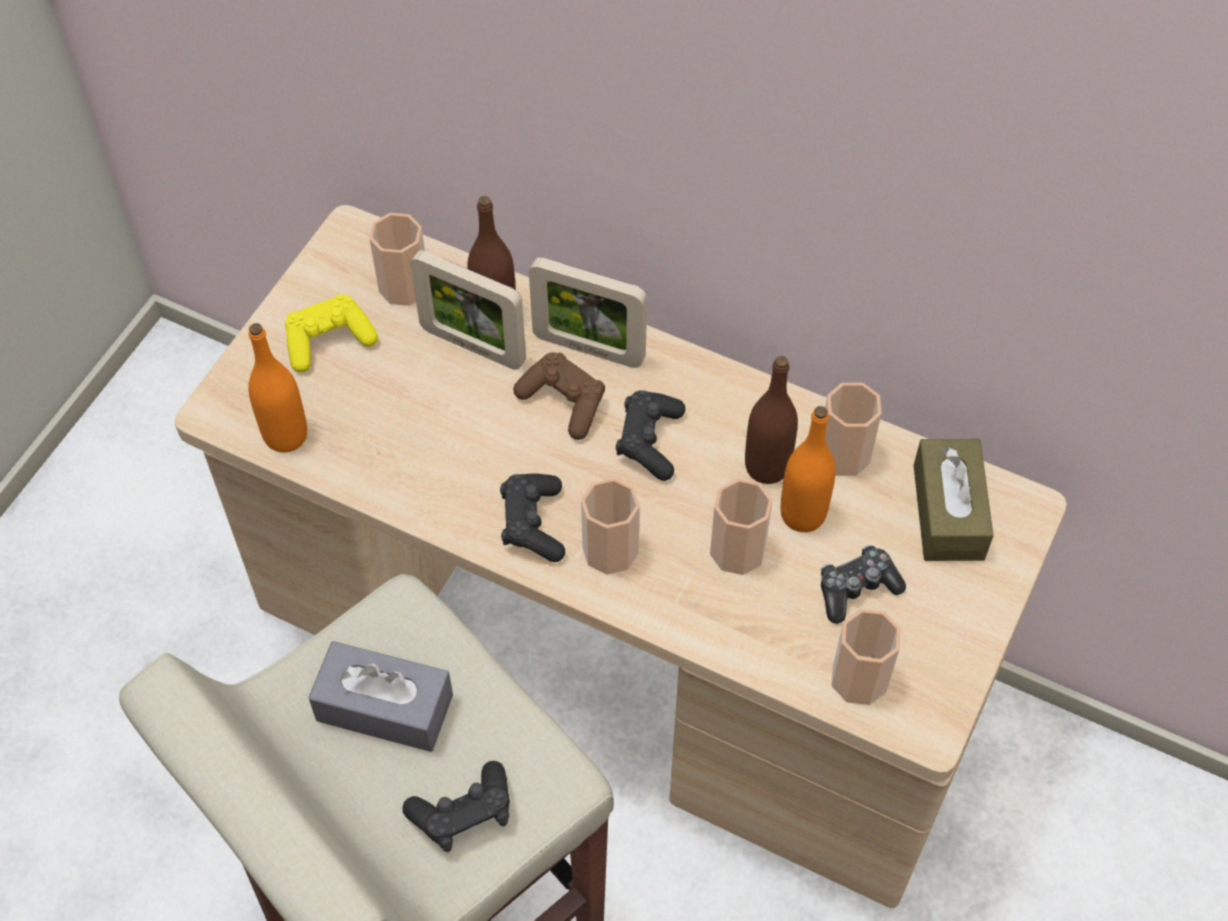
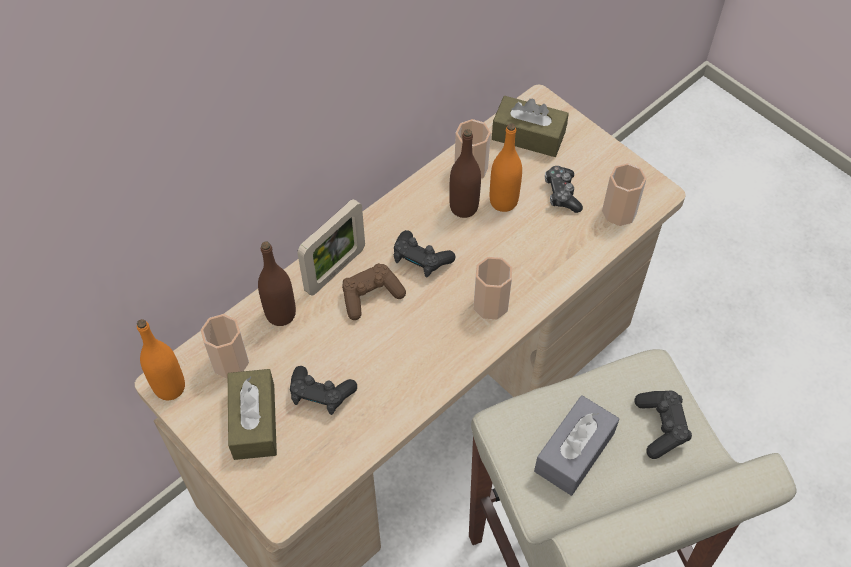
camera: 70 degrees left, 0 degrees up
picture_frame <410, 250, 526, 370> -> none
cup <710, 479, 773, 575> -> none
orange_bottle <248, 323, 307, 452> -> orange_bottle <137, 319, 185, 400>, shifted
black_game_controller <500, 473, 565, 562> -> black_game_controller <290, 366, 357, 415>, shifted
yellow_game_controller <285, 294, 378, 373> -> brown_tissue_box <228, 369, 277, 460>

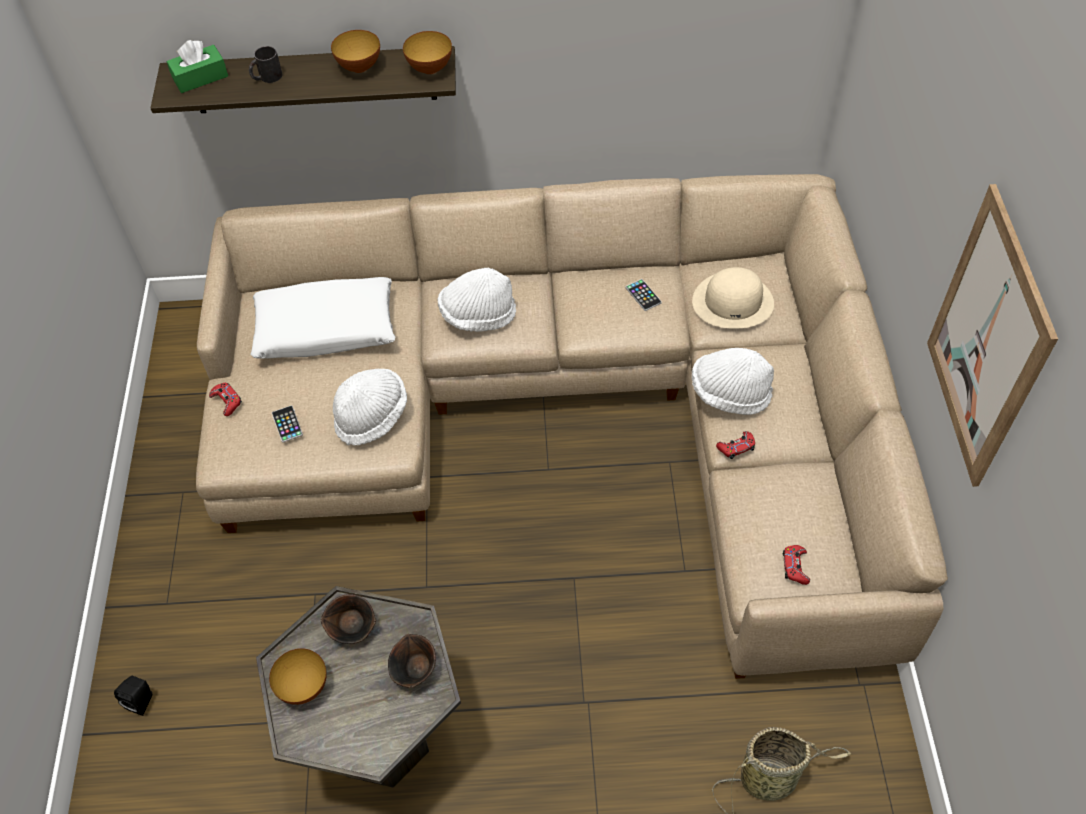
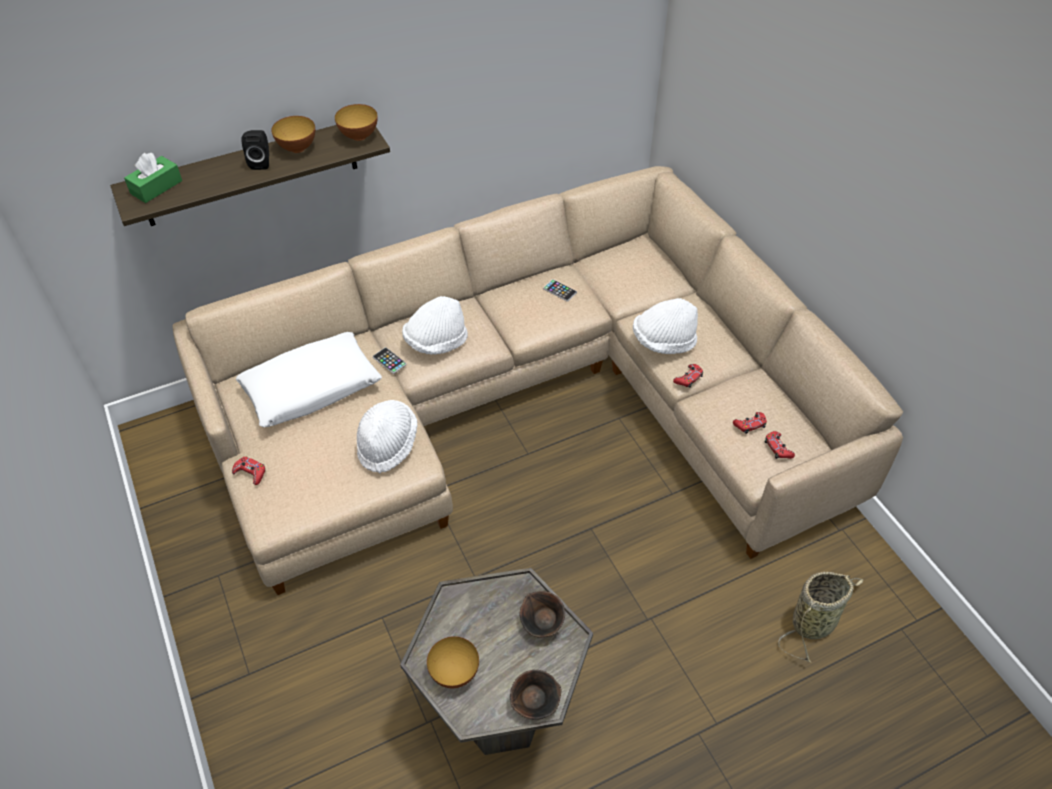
camera: 25 degrees left, 5 degrees down
black_mug <249, 46, 283, 83> -> none
beige_hat <692, 267, 774, 329> -> none
picture <927, 184, 1058, 487> -> none
none -> red_game_controller <733, 412, 767, 434>
black_speaker <114, 676, 152, 716> -> black_speaker <241, 130, 269, 170>, shifted
phone <272, 405, 303, 442> -> phone <373, 347, 407, 374>, shifted
brown_bowl <321, 594, 376, 644> -> brown_bowl <510, 670, 562, 719>, shifted

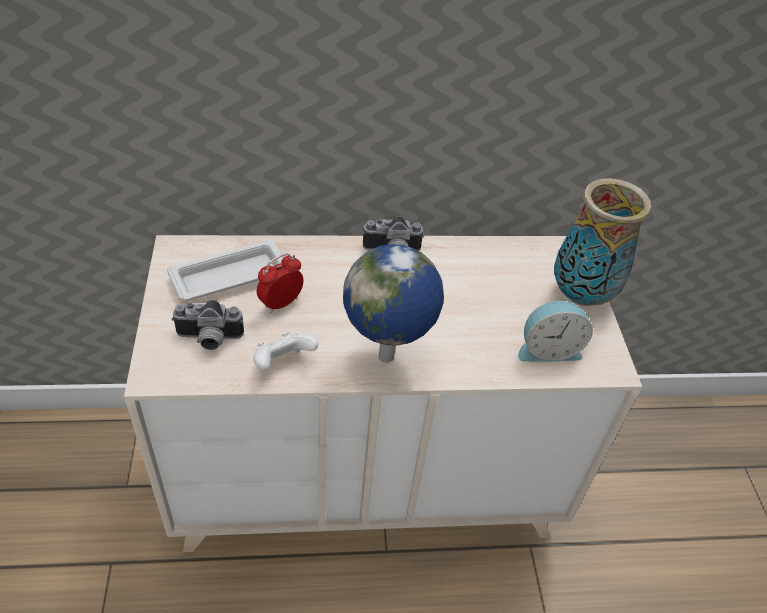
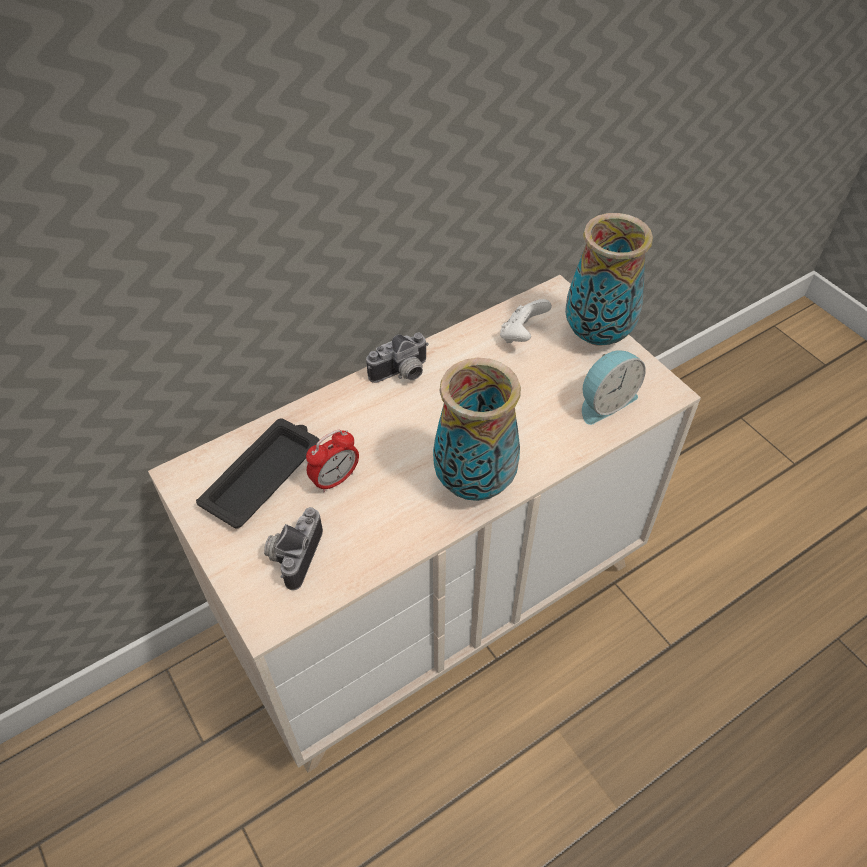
camera: 25 degrees left, 5 degrees up
white_game_controller <253, 332, 318, 370> -> white_game_controller <500, 299, 552, 343>, shifted
globe <343, 244, 444, 363> -> vase <433, 358, 521, 501>
white_tray <167, 240, 287, 301> -> black_tray <196, 418, 320, 529>
photo_camera <171, 300, 244, 350> -> photo_camera <264, 507, 323, 590>, 135 degrees clockwise
alarm_clock <257, 253, 304, 313> -> alarm_clock <306, 429, 359, 493>, 150 degrees counterclockwise

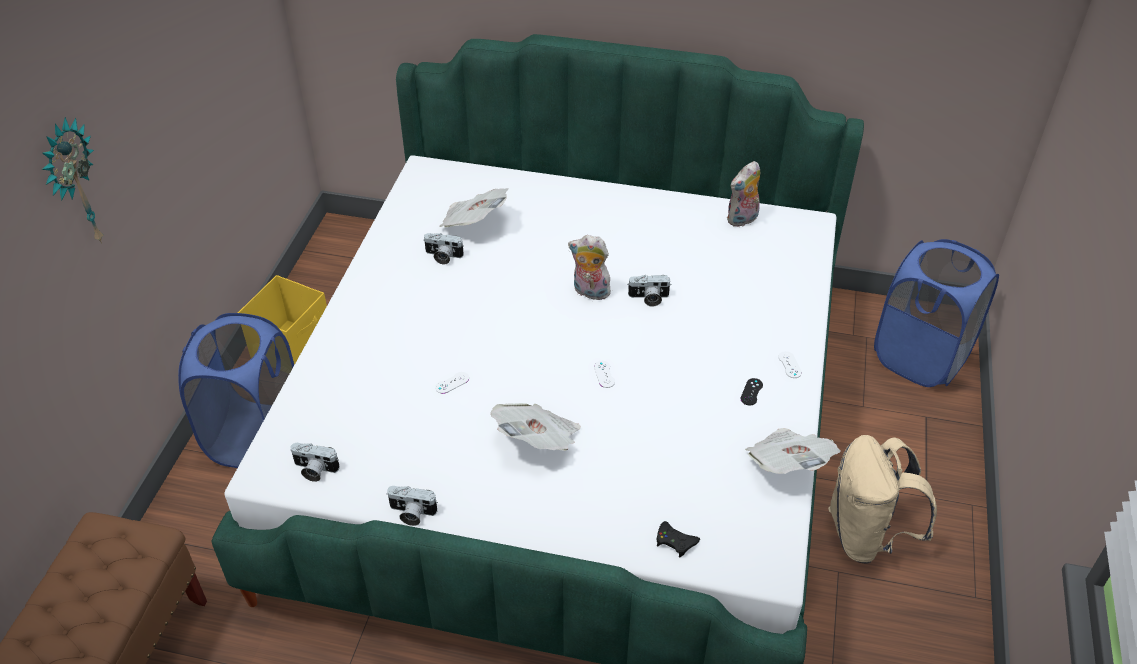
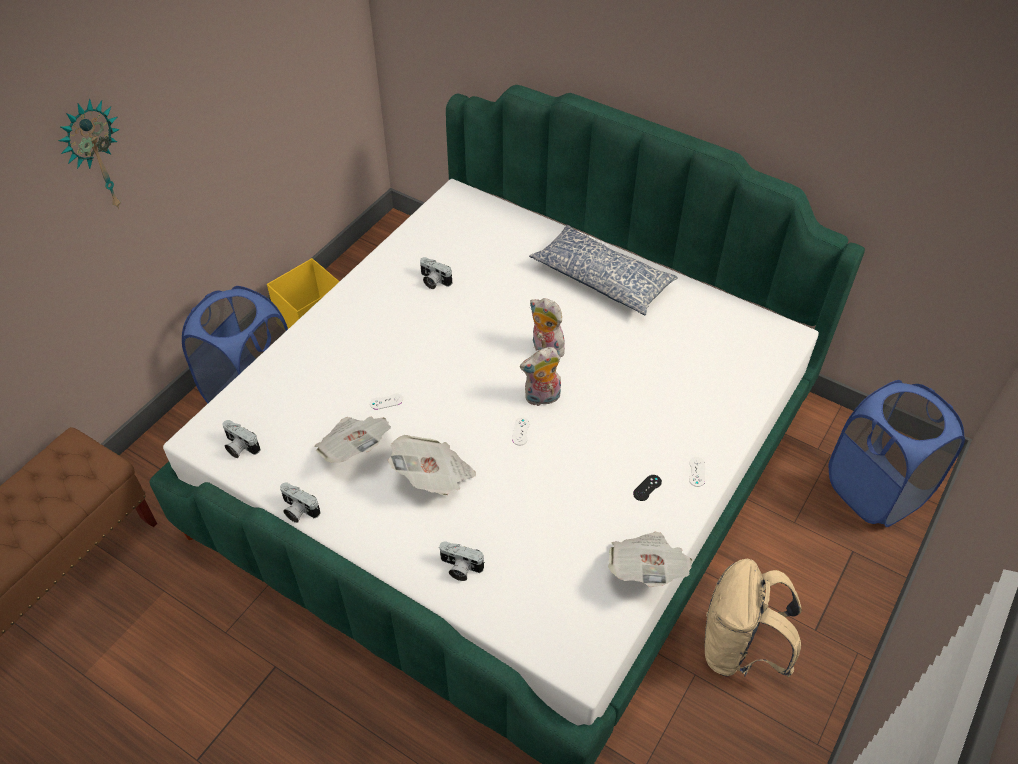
camera: 20 degrees right, 5 degrees up
black_game_controller <657, 521, 700, 558> -> none
none -> pillow <529, 225, 678, 315>
newspaper <439, 188, 508, 227> -> newspaper <314, 417, 391, 463>, shifted
photo_camera <627, 275, 672, 307> -> photo_camera <439, 541, 485, 581>, shifted
plush_toy <727, 161, 760, 227> -> plush_toy <520, 347, 561, 406>, shifted

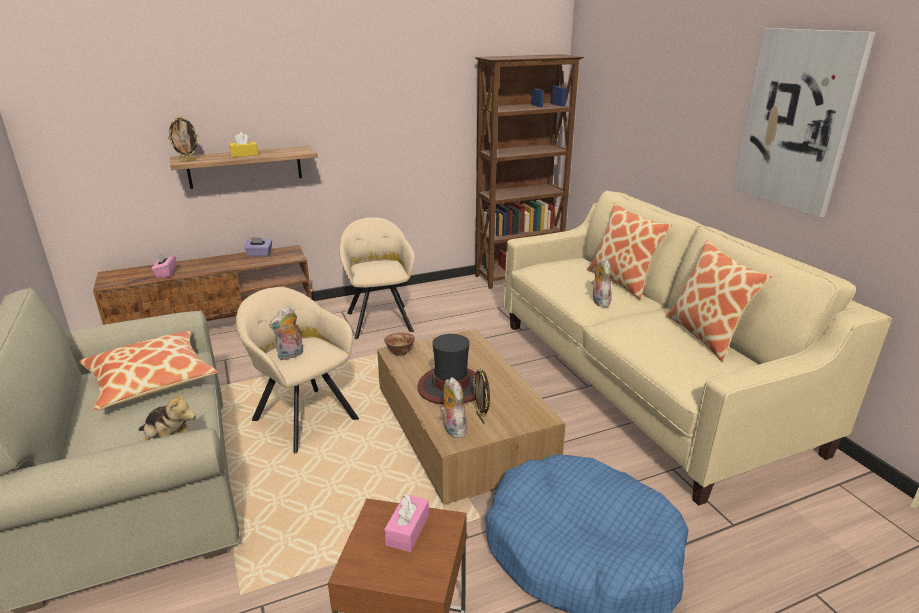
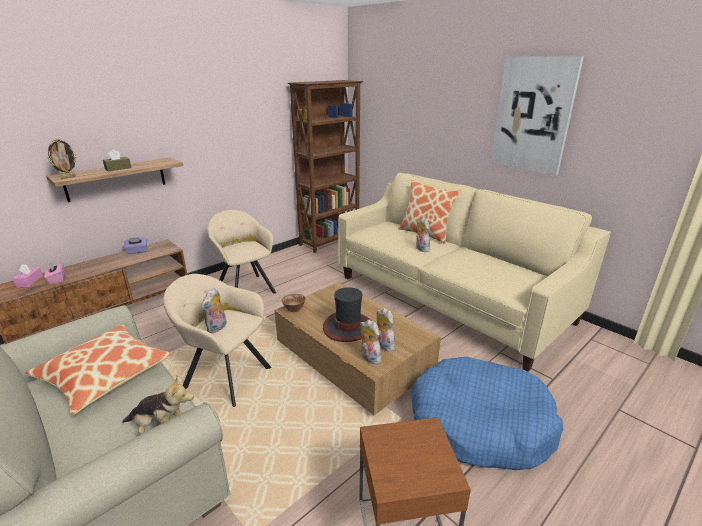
camera: 20 degrees left, 0 degrees up
pillow <666, 240, 772, 361> -> none
pink_tissue_box <384, 494, 429, 552> -> pink_tissue_box <13, 264, 43, 287>, shifted
picture_frame <473, 368, 490, 424> -> plush_toy <377, 308, 395, 352>
yellow_tissue_box <229, 132, 258, 157> -> brown_tissue_box <103, 149, 131, 171>

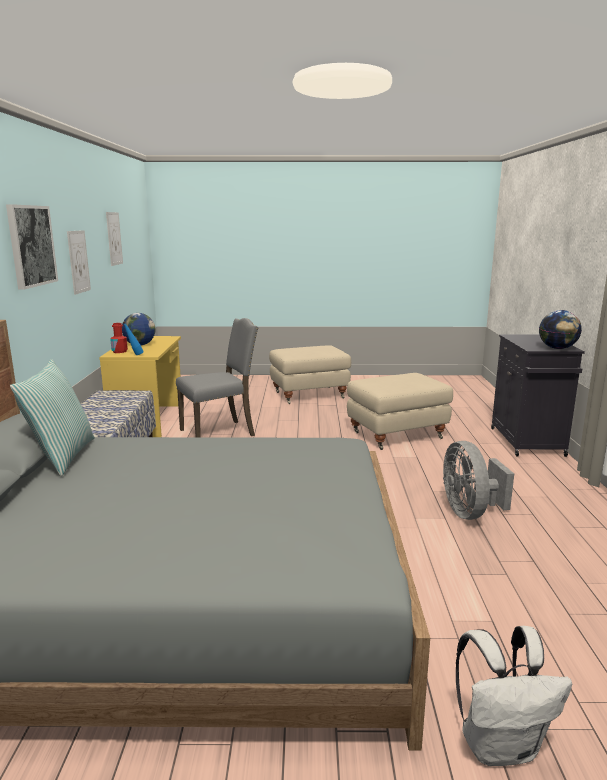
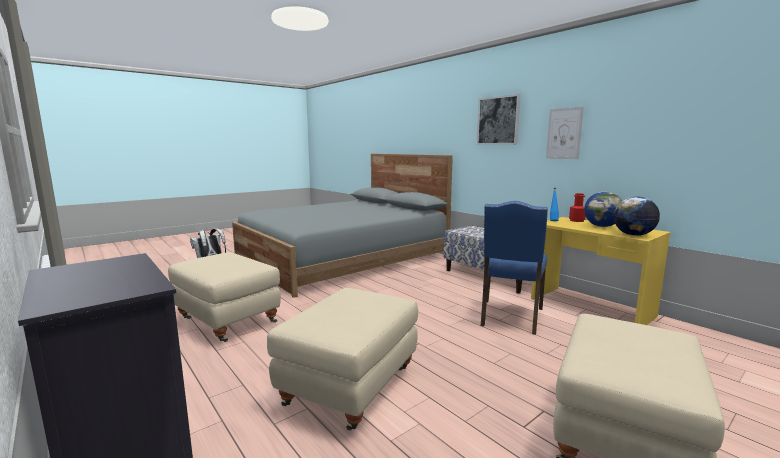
camera: 140 degrees right, 5 degrees down
pillow <10, 359, 95, 476> -> none
picture <106, 212, 123, 266> -> none
globe <539, 310, 582, 349> -> globe <614, 196, 660, 236>, shifted
grey_fan <443, 441, 514, 520> -> beige_ottoman <168, 252, 281, 342>
grey_chair <176, 318, 259, 437> -> blue_chair <481, 201, 548, 335>

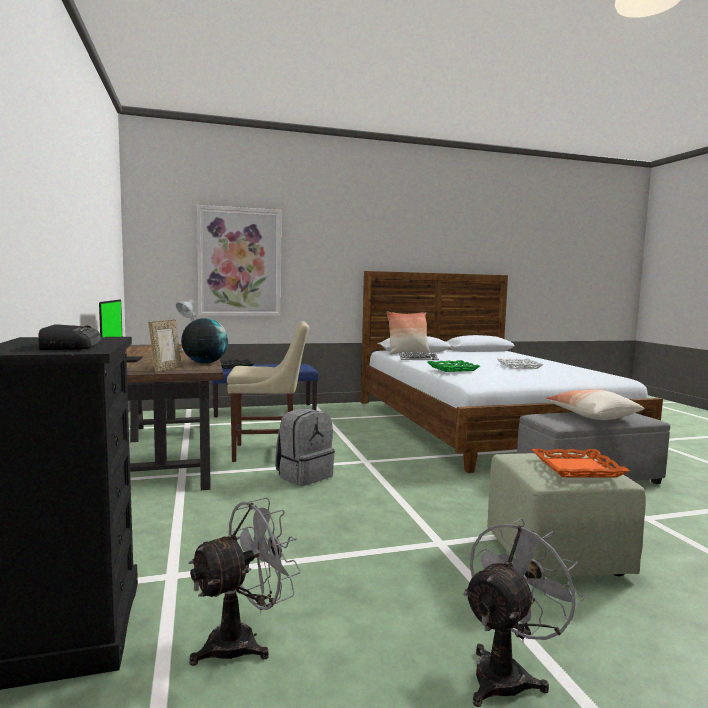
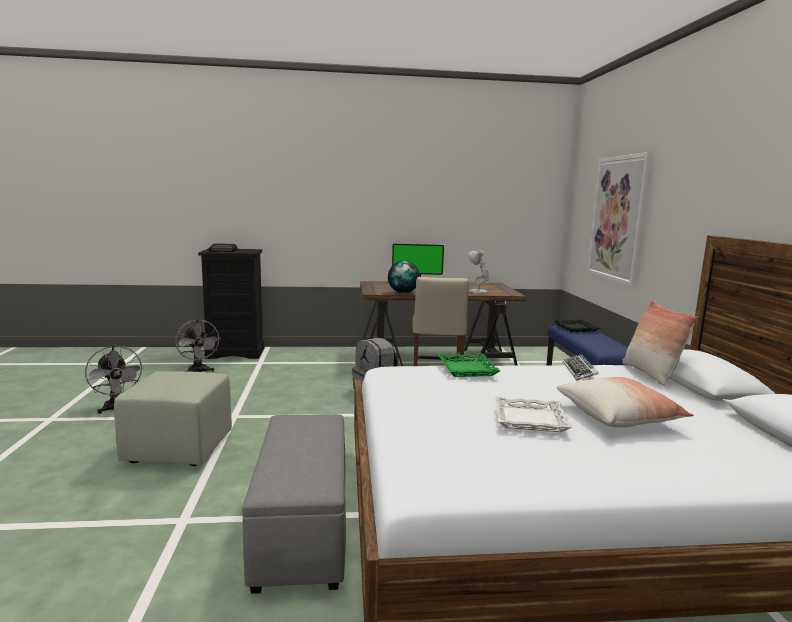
camera: 100 degrees right, 5 degrees up
picture_frame <148, 319, 182, 372> -> none
orange_tray <532, 449, 630, 478> -> none
pillow <545, 389, 644, 420> -> pillow <556, 377, 693, 428>, shifted

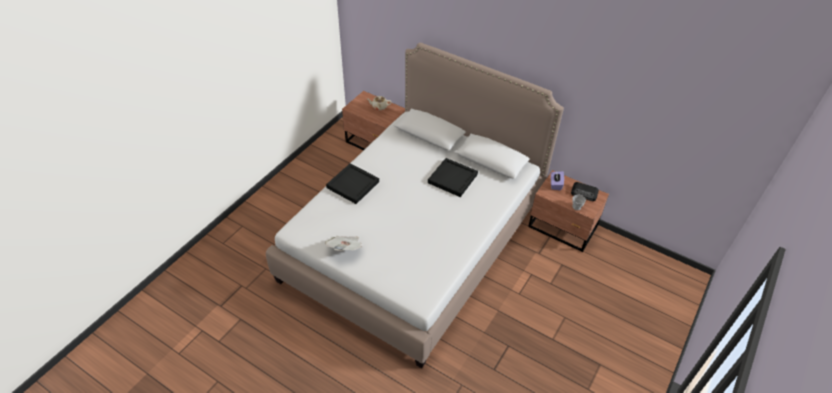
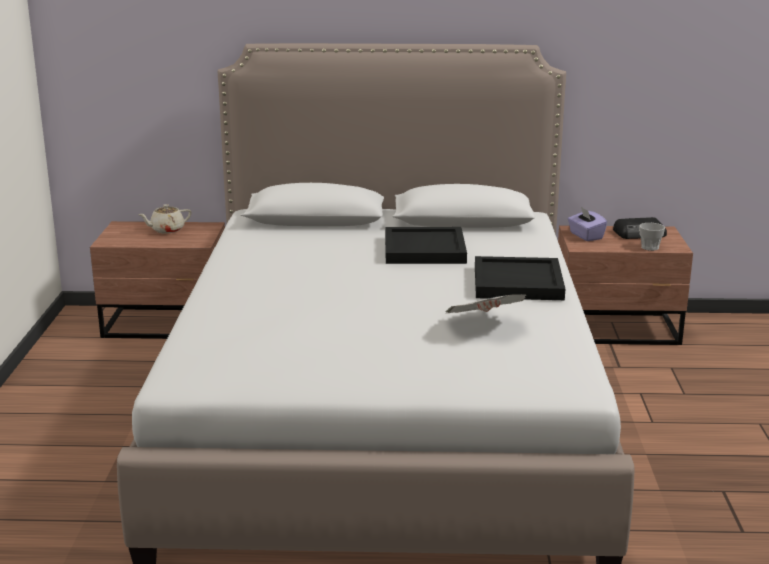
camera: 30 degrees left, 25 degrees down
newspaper <325, 236, 362, 251> -> newspaper <446, 294, 526, 313>, shifted
black_tray <326, 163, 379, 204> -> black_tray <475, 256, 565, 300>, shifted

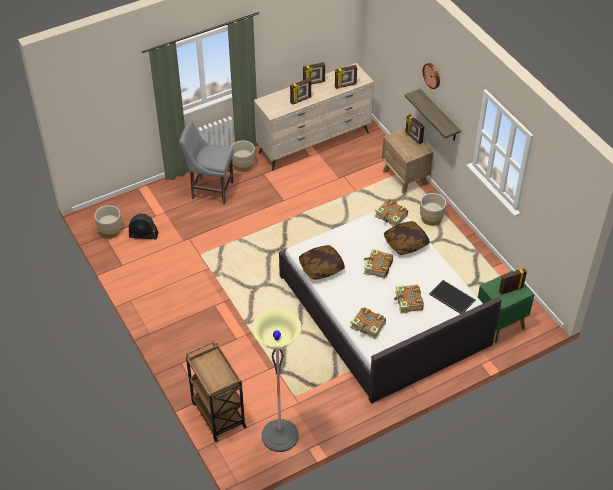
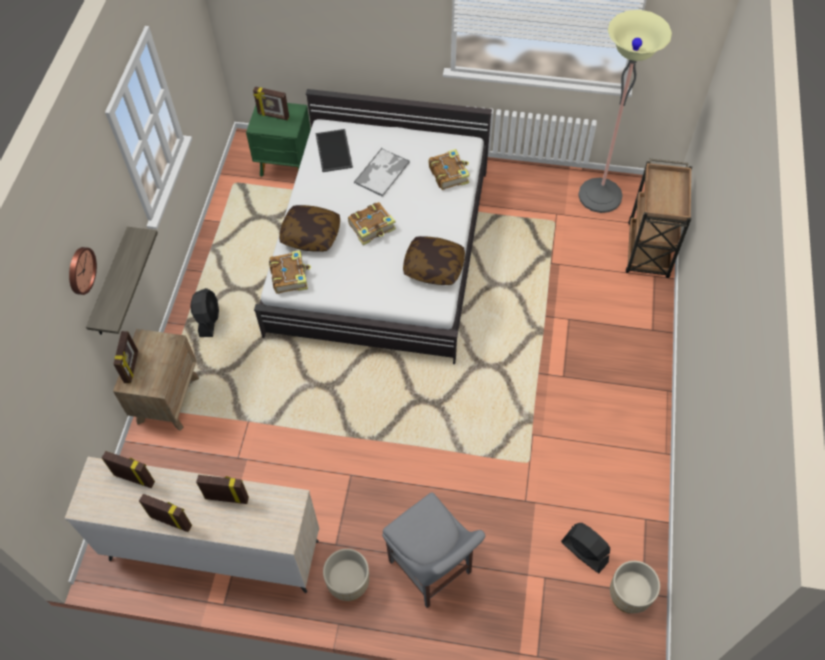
camera: 140 degrees left, 10 degrees up
book <393, 285, 424, 314> -> tray <354, 148, 410, 197>
beige_planter <420, 193, 446, 226> -> black_fan <190, 288, 219, 337>

